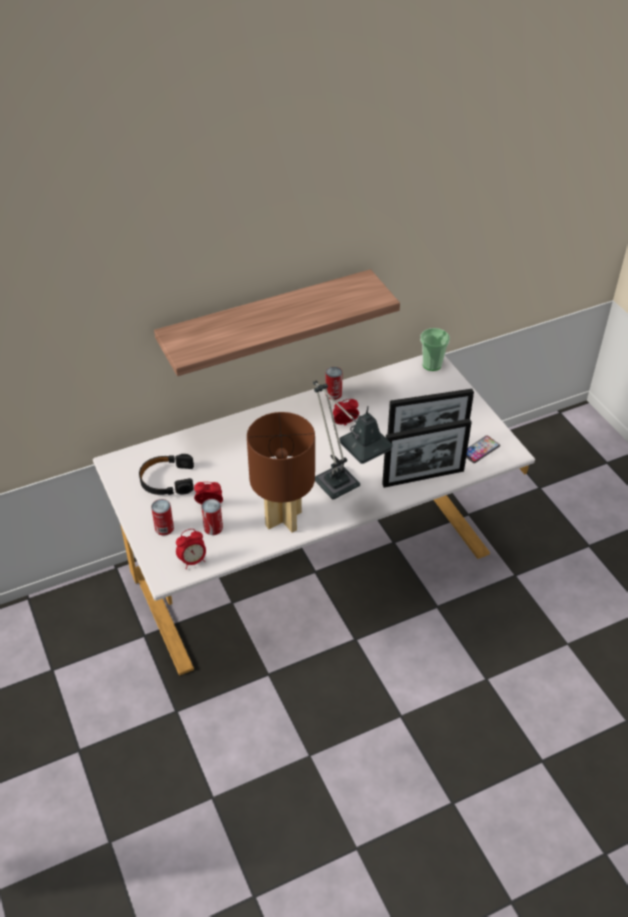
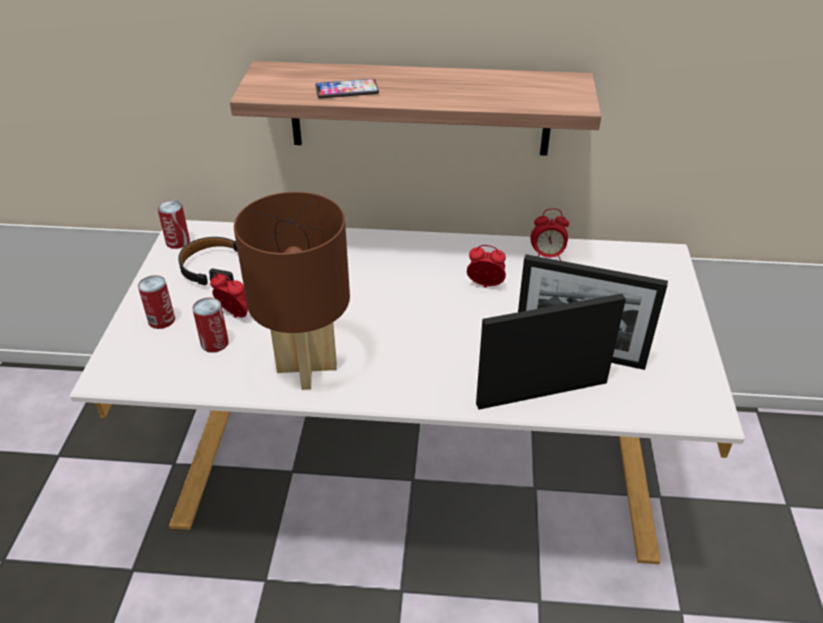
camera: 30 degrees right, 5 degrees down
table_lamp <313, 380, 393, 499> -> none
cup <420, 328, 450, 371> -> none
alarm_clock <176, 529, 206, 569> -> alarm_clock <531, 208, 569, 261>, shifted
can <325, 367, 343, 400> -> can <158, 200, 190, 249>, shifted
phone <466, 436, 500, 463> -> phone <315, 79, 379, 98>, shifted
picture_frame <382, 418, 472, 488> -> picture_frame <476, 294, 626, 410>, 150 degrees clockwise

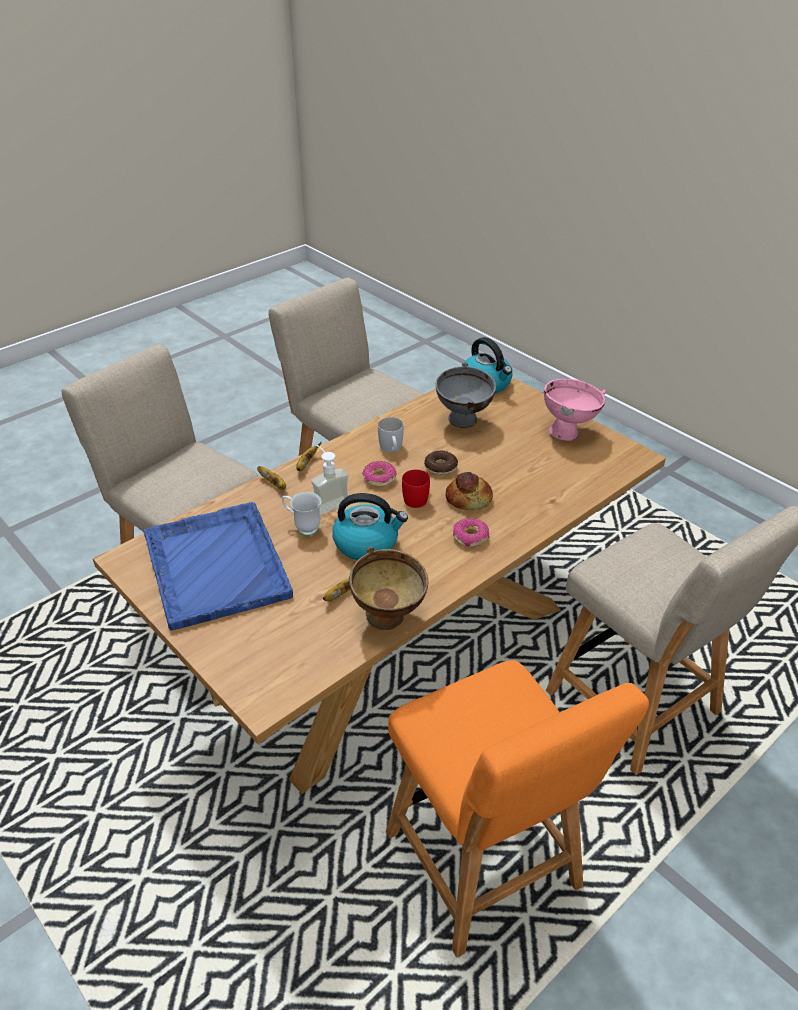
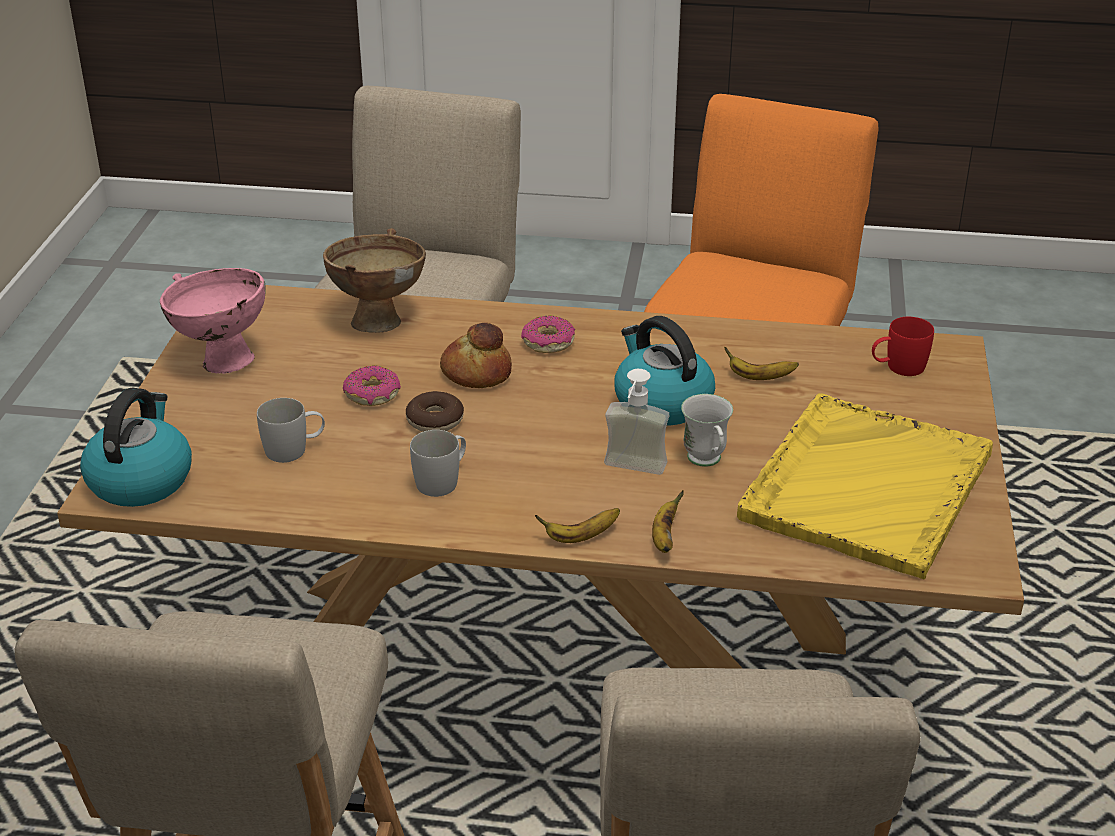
camera: 130 degrees left, 5 degrees down
brown_bowl <349, 547, 428, 630> -> brown_bowl <323, 228, 426, 333>, shifted
donut <362, 461, 397, 487> -> donut <343, 366, 401, 406>, shifted
red_mug <402, 470, 430, 508> -> red_mug <872, 317, 934, 376>, shifted
grey_bowl <435, 362, 496, 428> -> white_mug <257, 398, 325, 463>
blue_tray <143, 502, 293, 630> -> yellow_tray <737, 393, 993, 580>

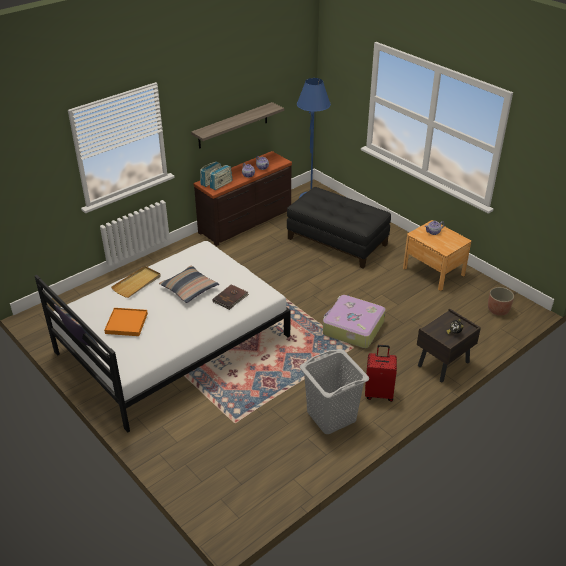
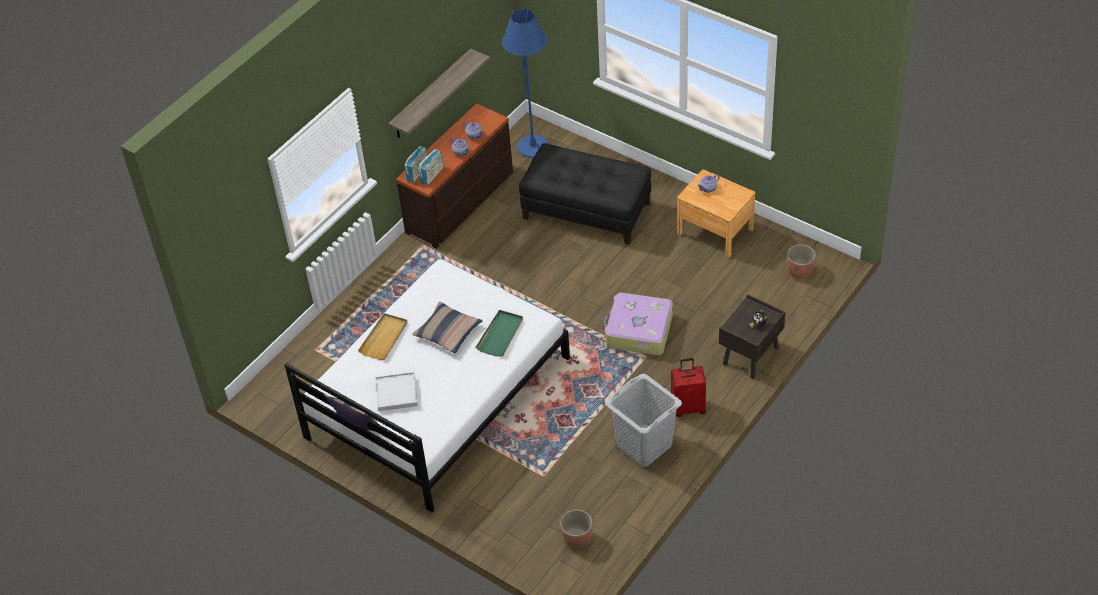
camera: 10 degrees left, 10 degrees up
none -> planter <560, 510, 592, 548>
brown_book <213, 284, 249, 310> -> green_tray <476, 310, 523, 357>
orange_tray <104, 308, 148, 336> -> white_tray <375, 372, 418, 411>

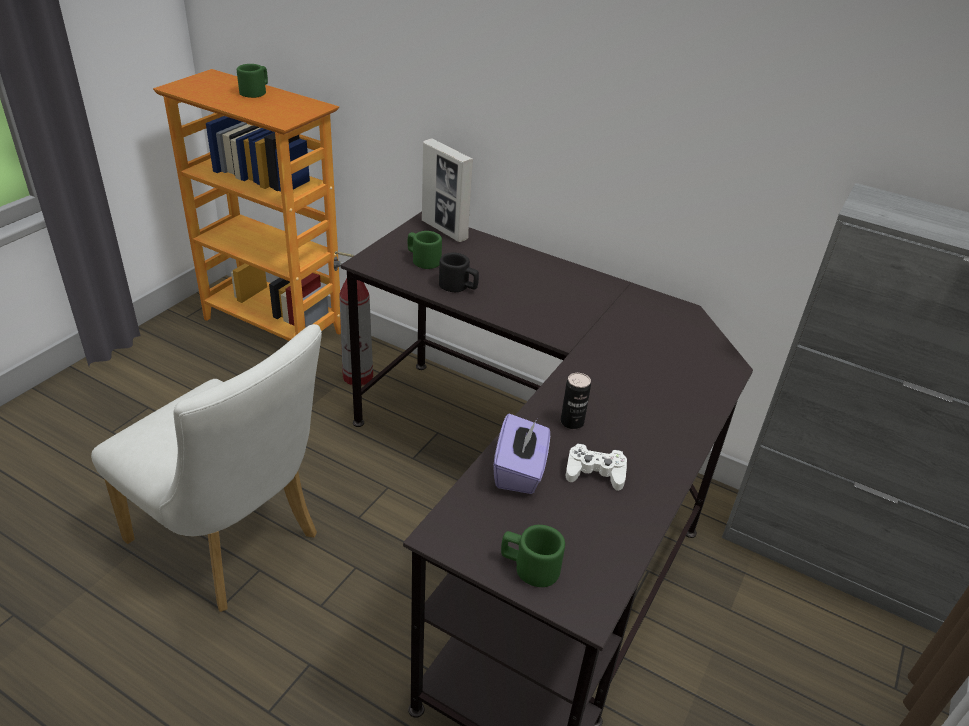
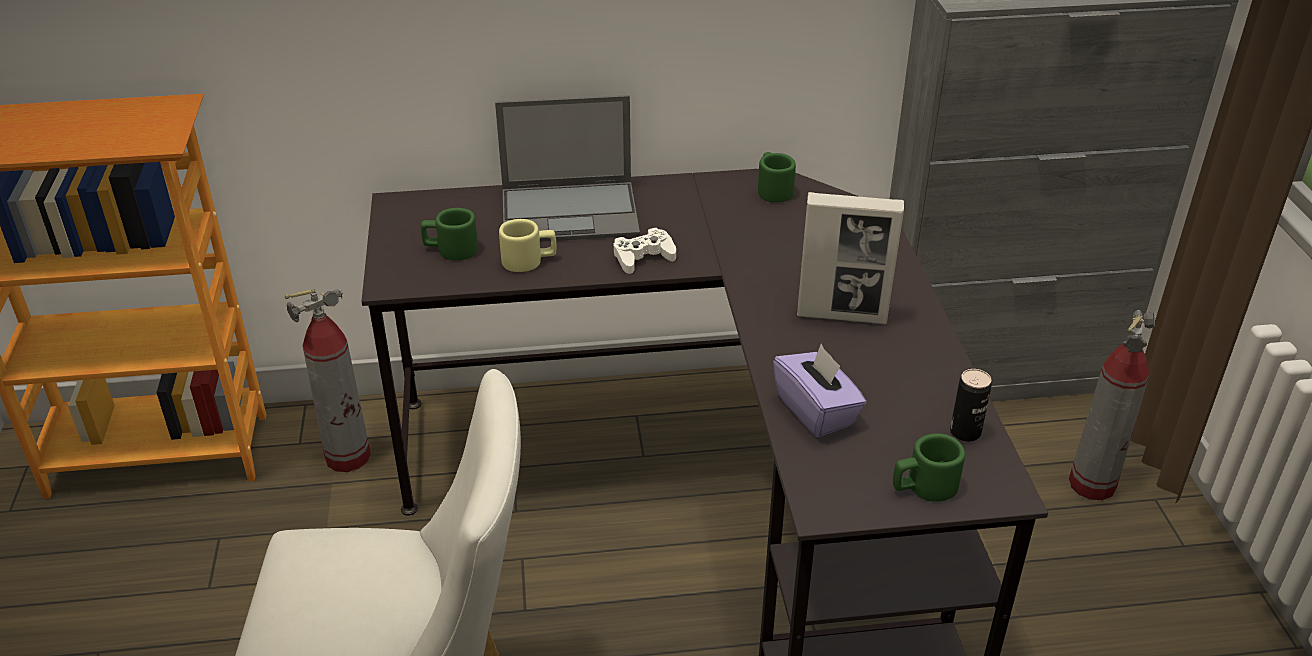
camera: 35 degrees left, 0 degrees up
none -> laptop <495, 95, 640, 242>
none -> fire_extinguisher <1069, 310, 1155, 500>
green_mug <237, 64, 268, 98> -> green_mug <758, 152, 796, 202>, shifted
picture_frame <422, 139, 473, 242> -> picture_frame <797, 192, 904, 324>, shifted
can <561, 373, 591, 429> -> can <950, 369, 992, 442>, shifted
white_game_controller <566, 443, 627, 491> -> white_game_controller <614, 228, 676, 274>, shifted
black_mug <439, 253, 479, 292> -> beige_mug <499, 219, 556, 272>

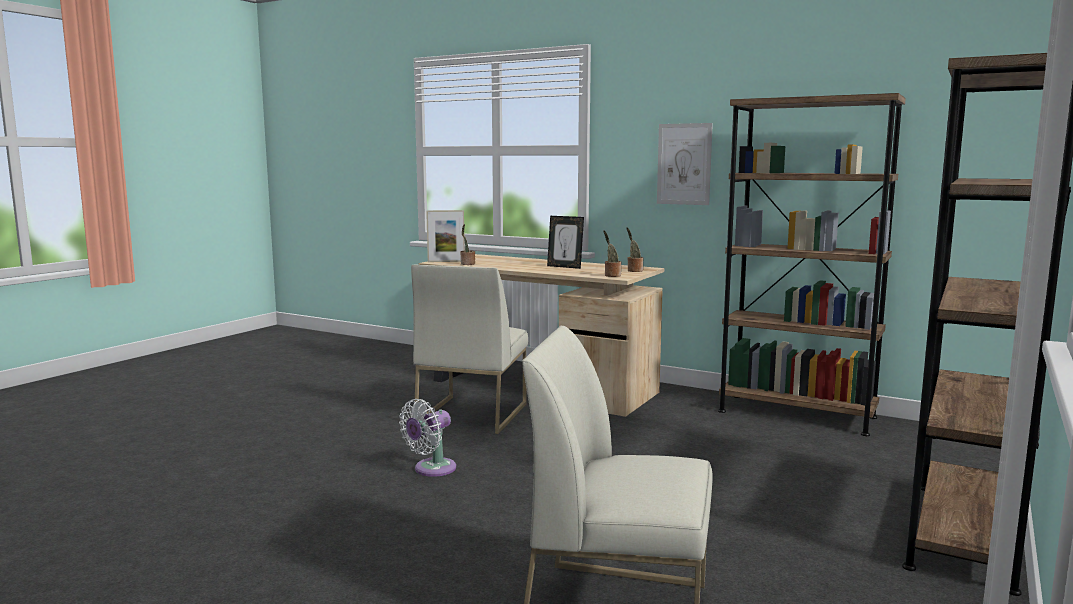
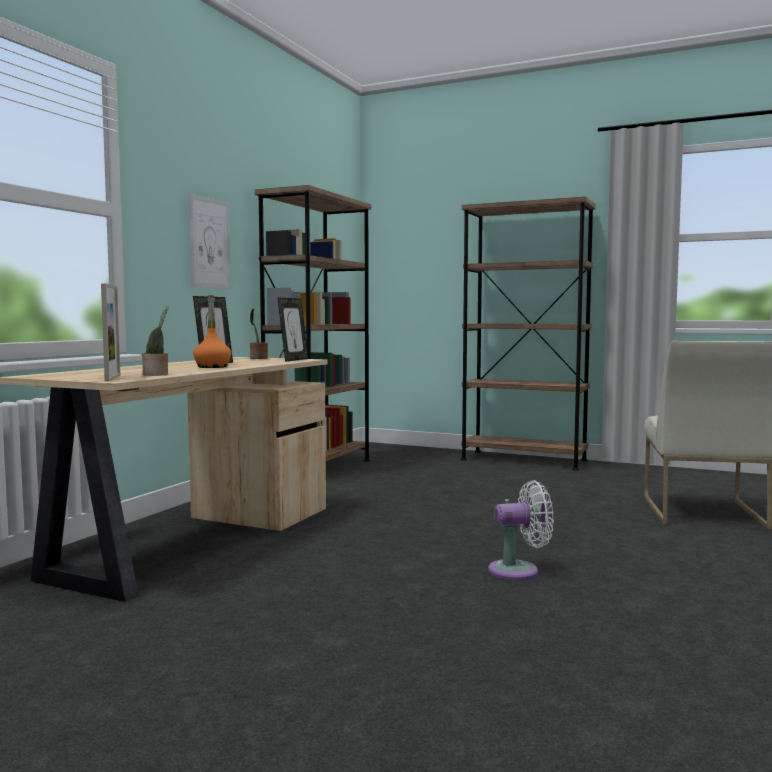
camera: 95 degrees left, 5 degrees down
white_chair <411, 264, 528, 434> -> none
none -> orange_bottle <193, 295, 231, 368>
potted_plant <603, 230, 621, 277> -> picture_frame <277, 297, 308, 362>
white_fan <399, 399, 456, 477> -> white_fan <488, 480, 554, 580>, 45 degrees counterclockwise

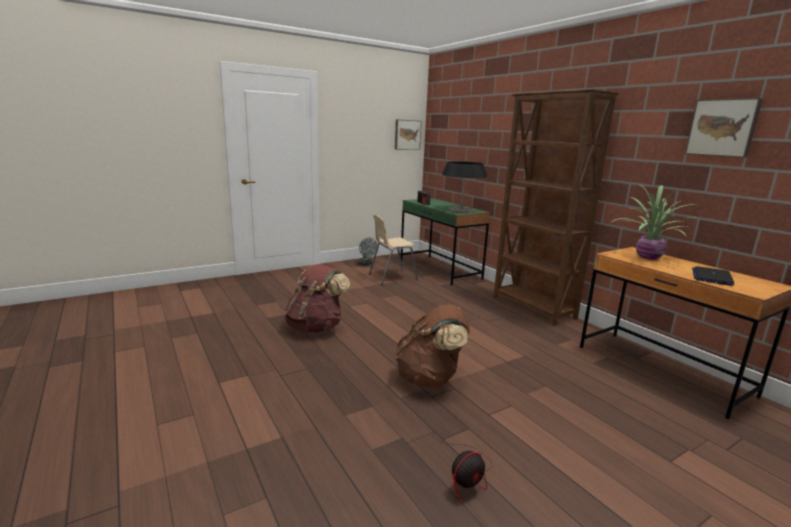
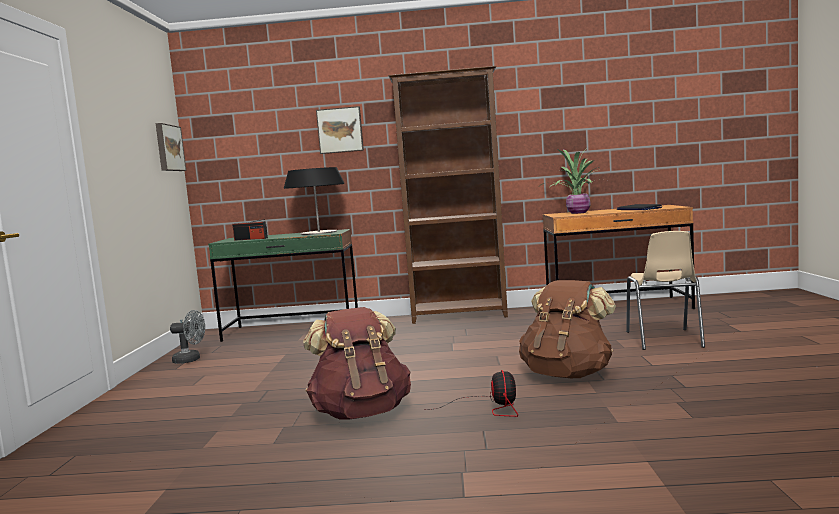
camera: 55 degrees left, 10 degrees down
beige_chair <369, 215, 418, 284> -> beige_chair <626, 231, 705, 350>, shifted
fan <433, 435, 490, 503> -> fan <426, 370, 518, 417>, shifted
picture <685, 98, 763, 158> -> picture <316, 106, 364, 154>, shifted

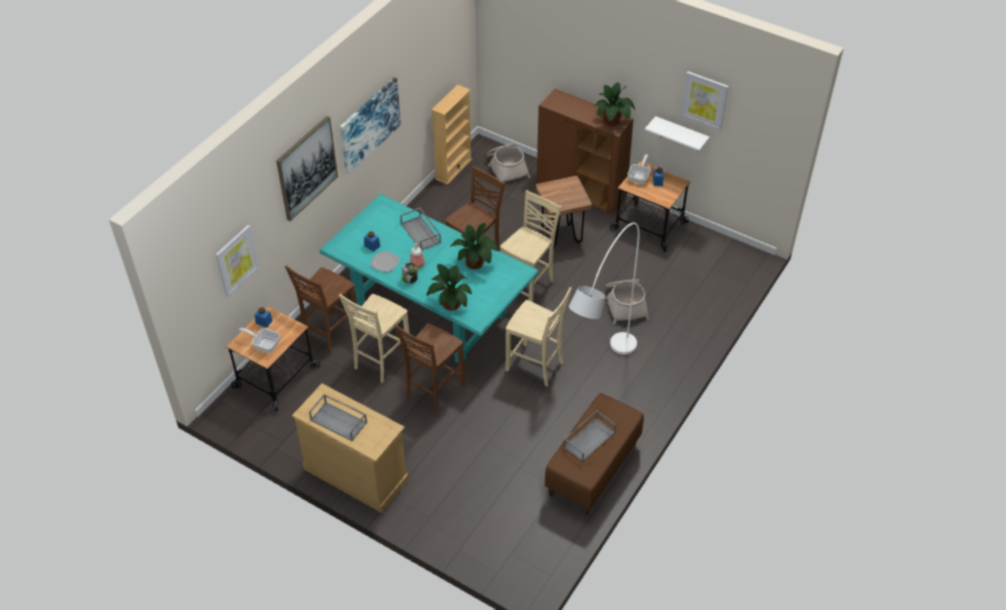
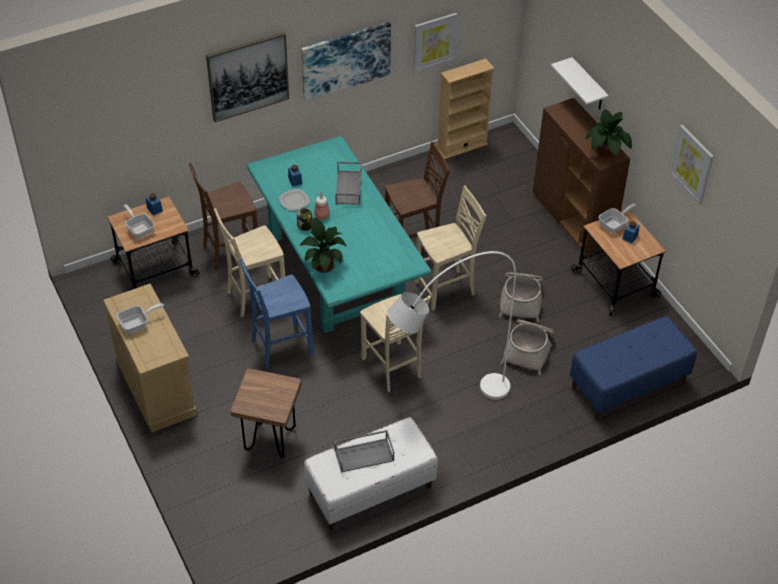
camera: 30 degrees right, 0 degrees up
potted_plant <450, 223, 499, 269> -> none
none -> blue_bench <570, 316, 697, 420>
picture <215, 225, 259, 297> -> picture <413, 13, 457, 73>, shifted
basket <487, 143, 530, 182> -> basket <499, 273, 543, 322>, shifted
brown_stool <536, 176, 592, 247> -> brown_stool <231, 369, 301, 458>, shifted
white_shelf <645, 116, 710, 151> -> white_shelf <551, 57, 609, 110>, shifted
grey_tray <309, 394, 367, 441> -> frying_pan <117, 303, 164, 334>
brown_chair <394, 323, 465, 414> -> blue_chair <239, 257, 314, 368>
brown_bench <545, 393, 644, 515> -> white_bench <304, 417, 438, 530>

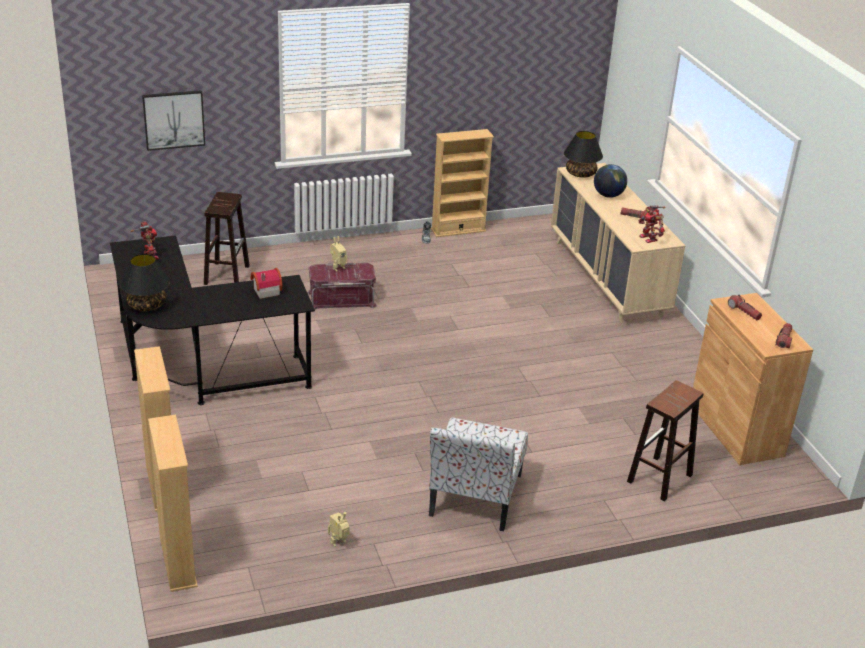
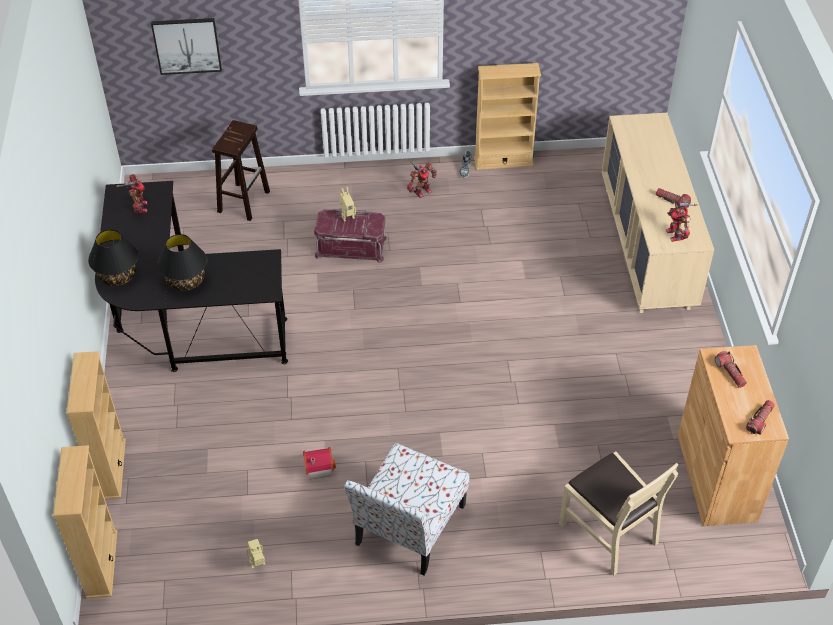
camera: 15 degrees right, 15 degrees up
globe <594, 164, 627, 198> -> none
none -> toy_robot <407, 162, 437, 198>
toy_house <250, 268, 283, 299> -> toy_house <303, 447, 336, 479>, shifted
black_table_lamp <564, 131, 603, 178> -> black_table_lamp <157, 234, 207, 291>, shifted
brown_stool <627, 380, 703, 501> -> beige_chair <559, 452, 678, 575>

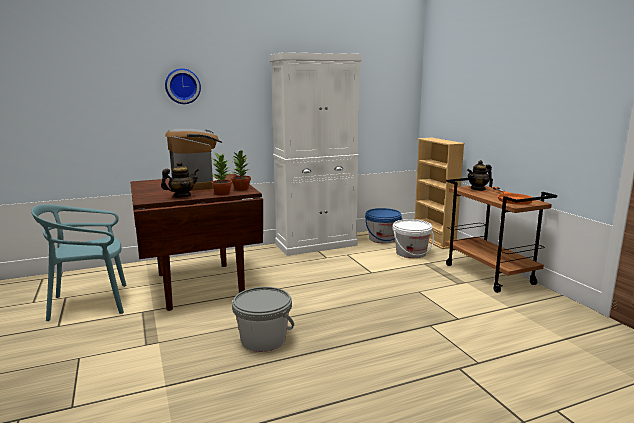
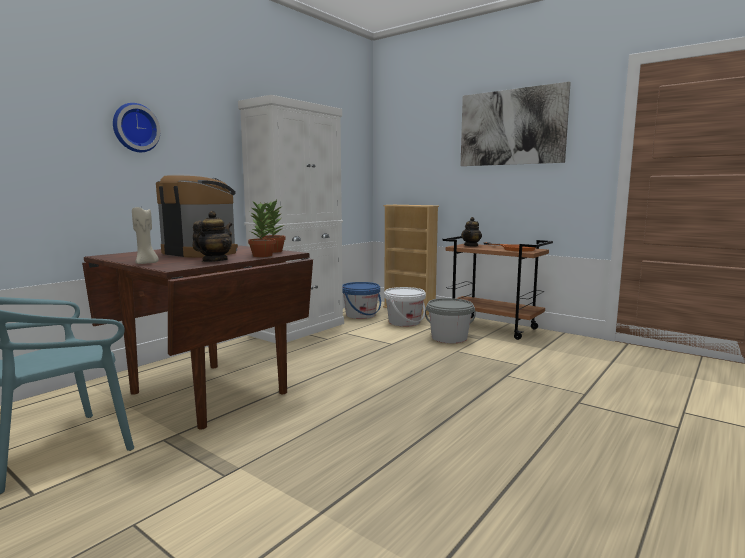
camera: 30 degrees left, 5 degrees down
none -> beige_candle <132, 207, 159, 264>
none -> picture <460, 82, 571, 166>
grey_bucket <232, 287, 294, 352> -> grey_bucket <425, 298, 476, 343>, shifted

